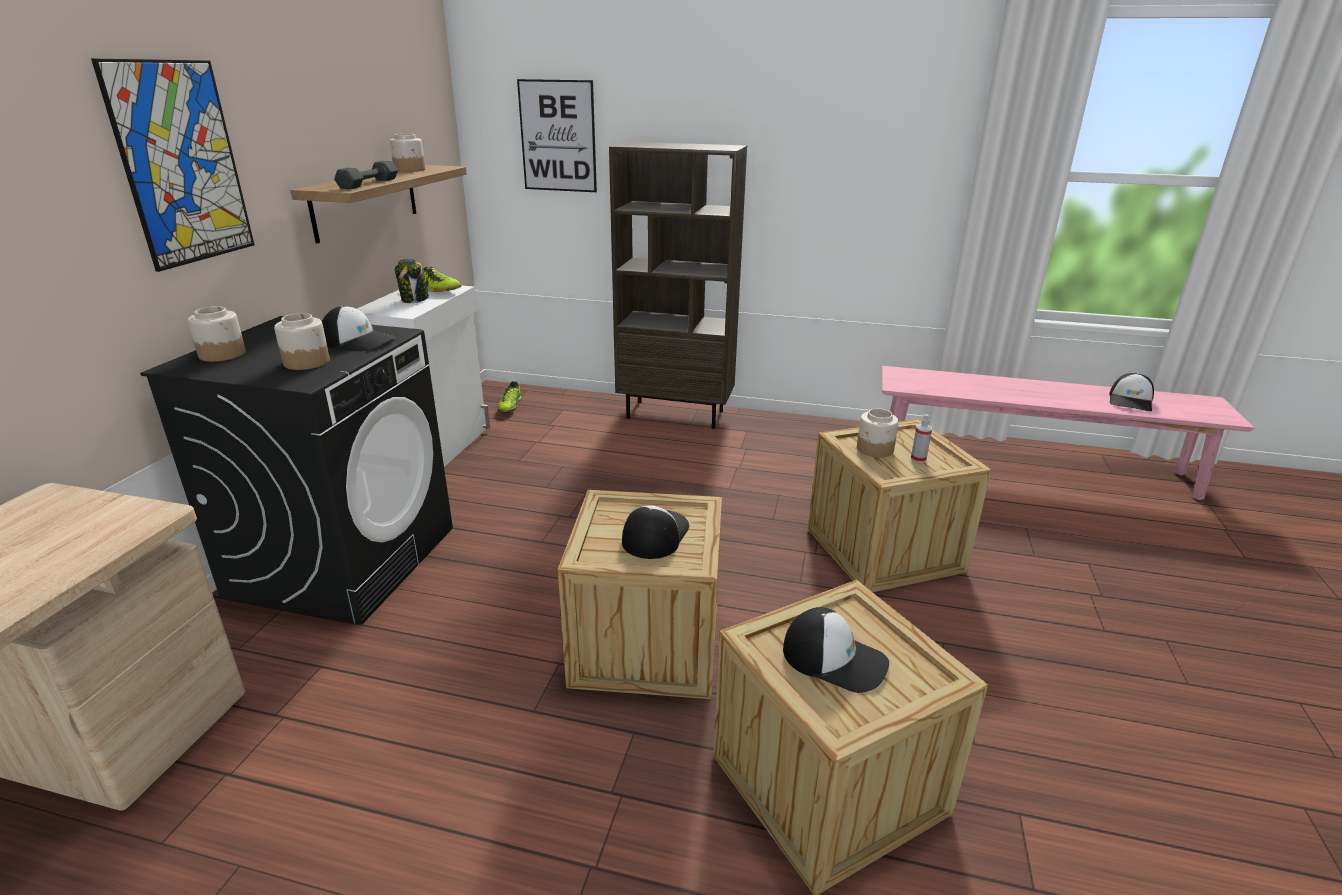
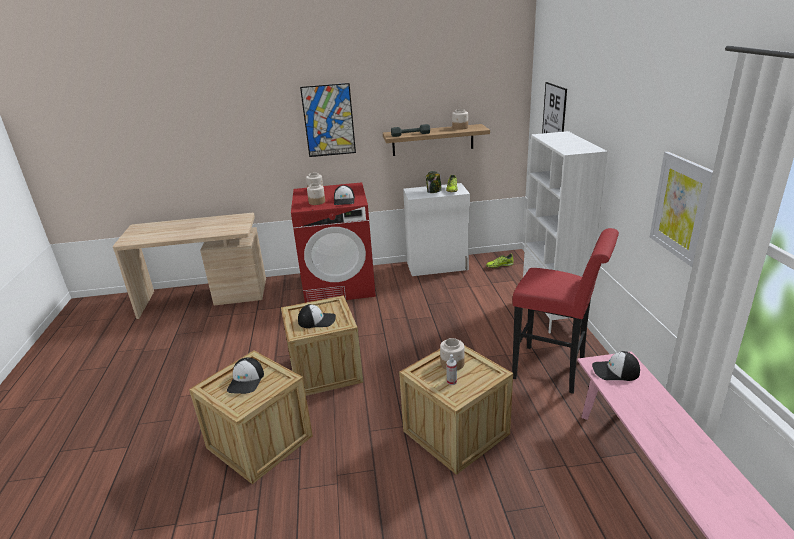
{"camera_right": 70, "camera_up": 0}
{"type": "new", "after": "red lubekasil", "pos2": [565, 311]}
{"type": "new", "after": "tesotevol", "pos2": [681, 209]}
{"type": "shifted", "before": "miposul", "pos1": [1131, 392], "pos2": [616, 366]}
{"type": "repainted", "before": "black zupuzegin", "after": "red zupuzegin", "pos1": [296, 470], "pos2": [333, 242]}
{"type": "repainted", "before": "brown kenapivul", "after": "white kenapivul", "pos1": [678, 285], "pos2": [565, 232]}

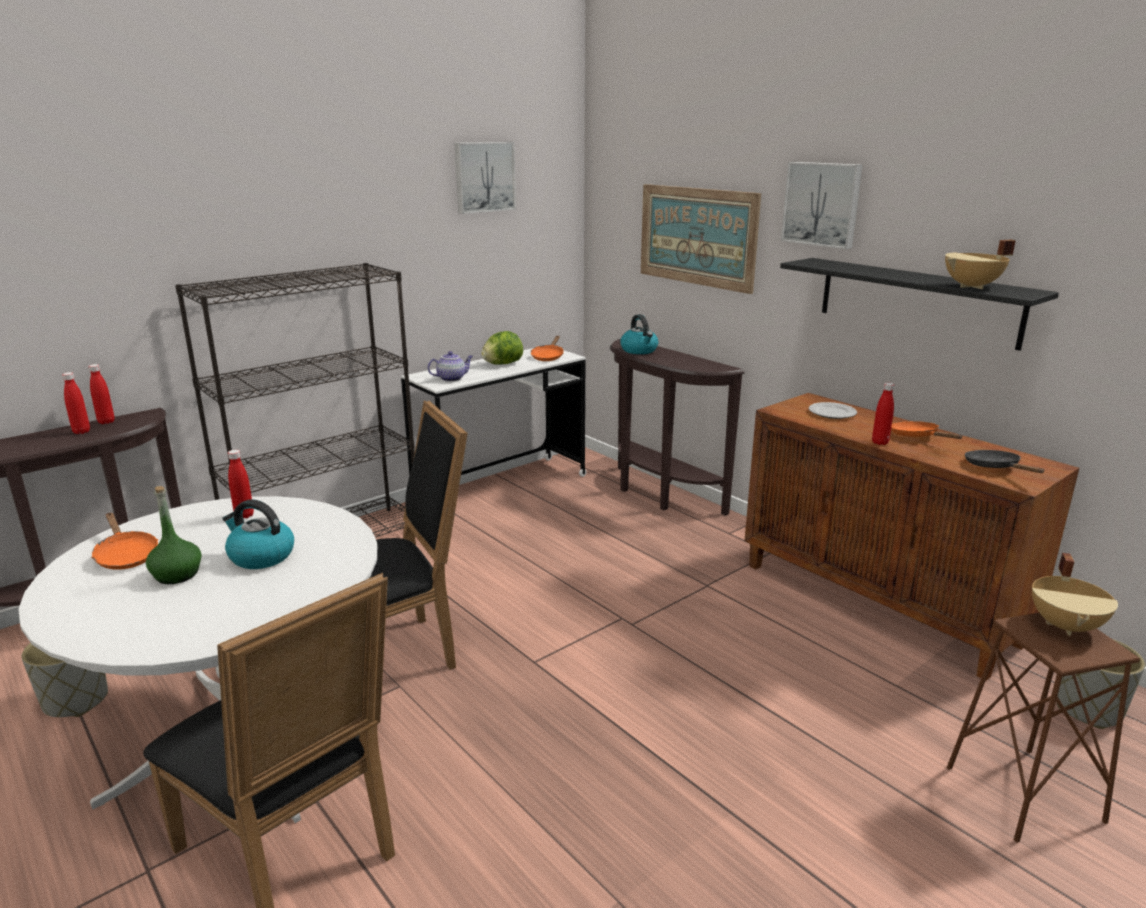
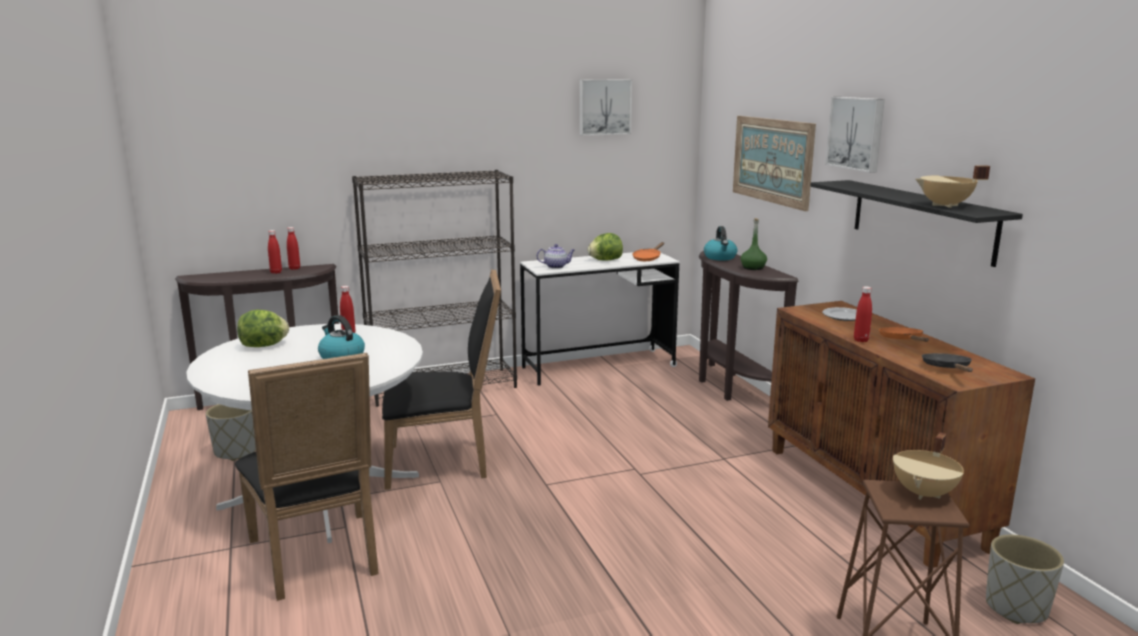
{"camera_right": 20, "camera_up": -5}
{"type": "shifted", "before": "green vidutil", "pos1": [174, 535], "pos2": [753, 244]}
{"type": "swapped", "before": "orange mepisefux", "after": "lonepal", "pos1": [124, 541], "pos2": [263, 328]}

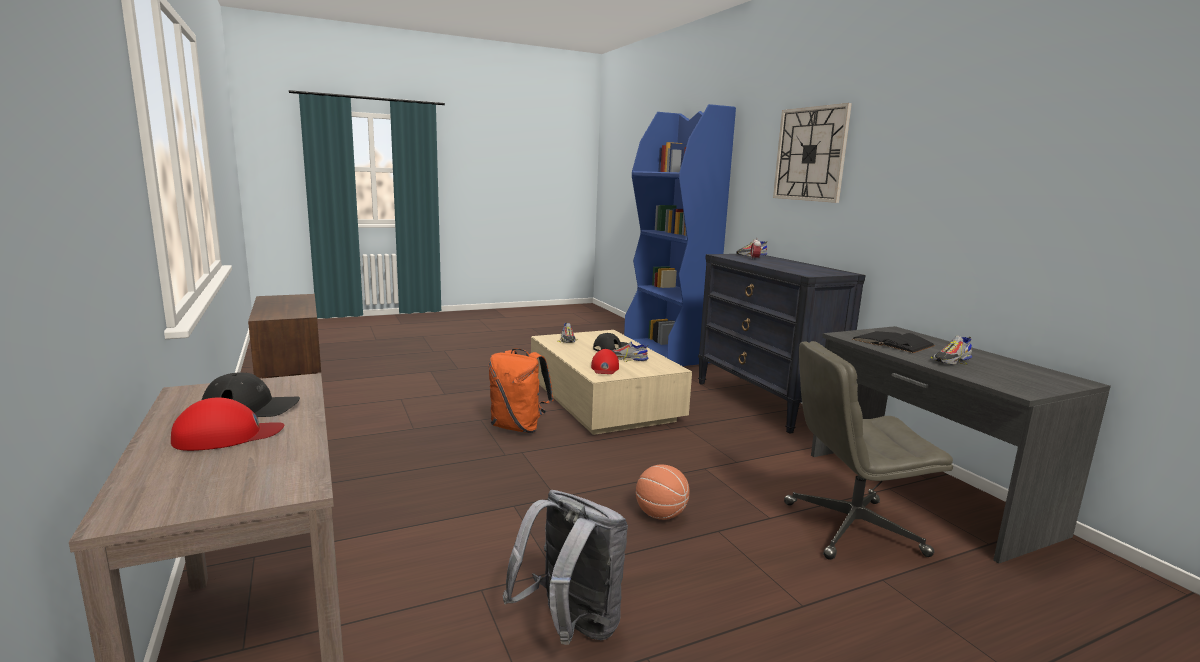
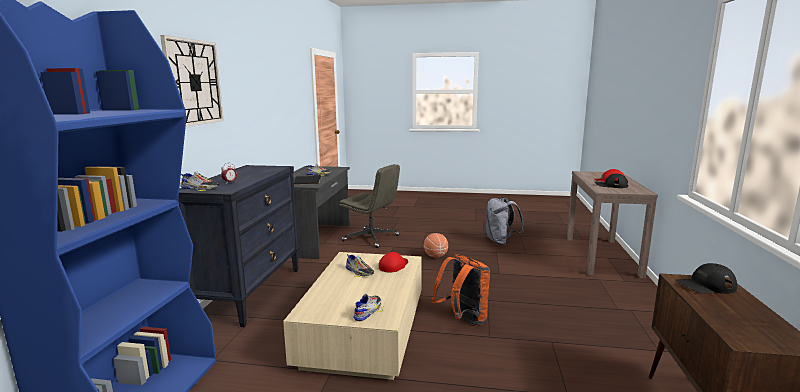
{"camera_right": -145, "camera_up": 0}
{"type": "shifted", "before": "black miposul", "pos1": [610, 342], "pos2": [707, 278]}

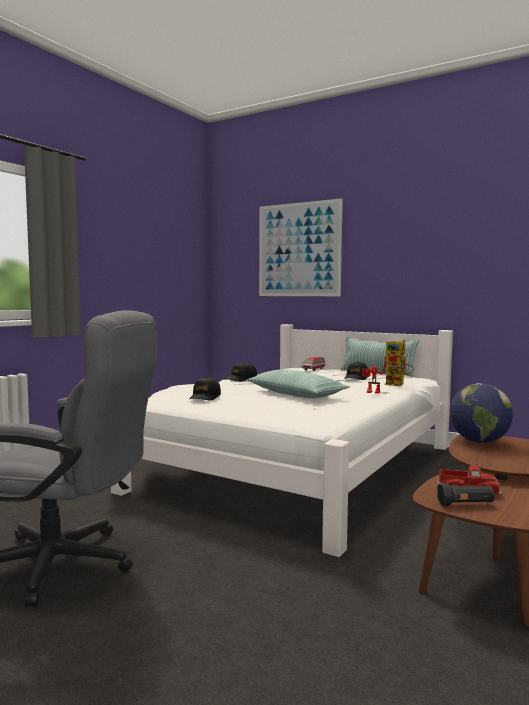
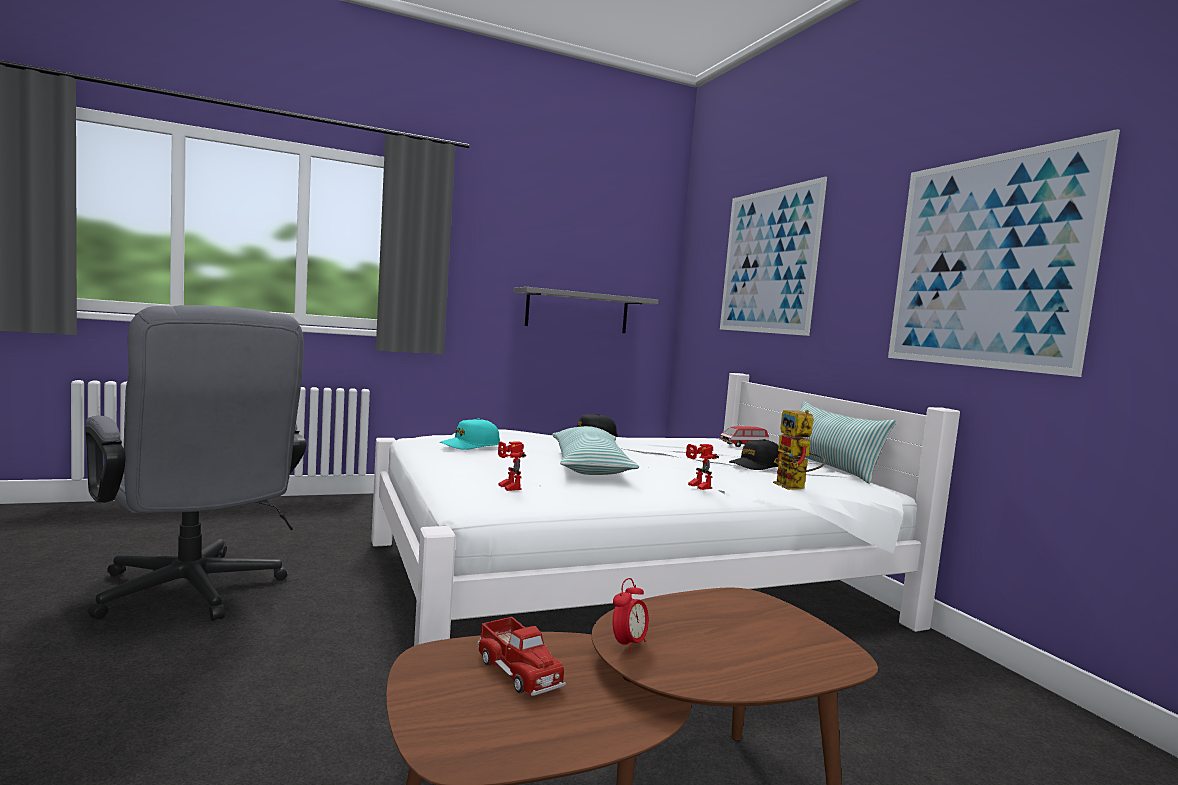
{"camera_right": 35, "camera_up": 0}
{"type": "gone", "before": "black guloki", "pos1": [466, 494]}
{"type": "gone", "before": "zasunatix", "pos1": [481, 413]}
{"type": "new", "after": "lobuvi", "pos2": [512, 466]}
{"type": "new", "after": "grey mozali", "pos2": [586, 310]}
{"type": "new", "after": "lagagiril", "pos2": [630, 615]}
{"type": "new", "after": "tesotevol", "pos2": [1004, 253]}
{"type": "repainted", "before": "black miposul", "after": "turquoise miposul", "pos1": [205, 388], "pos2": [470, 434]}

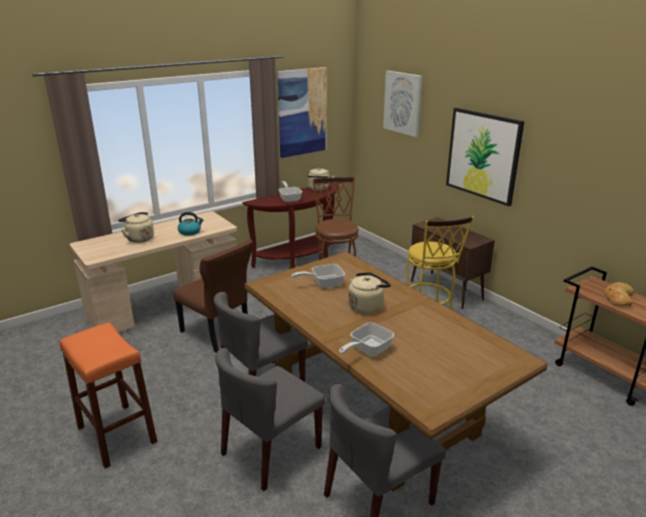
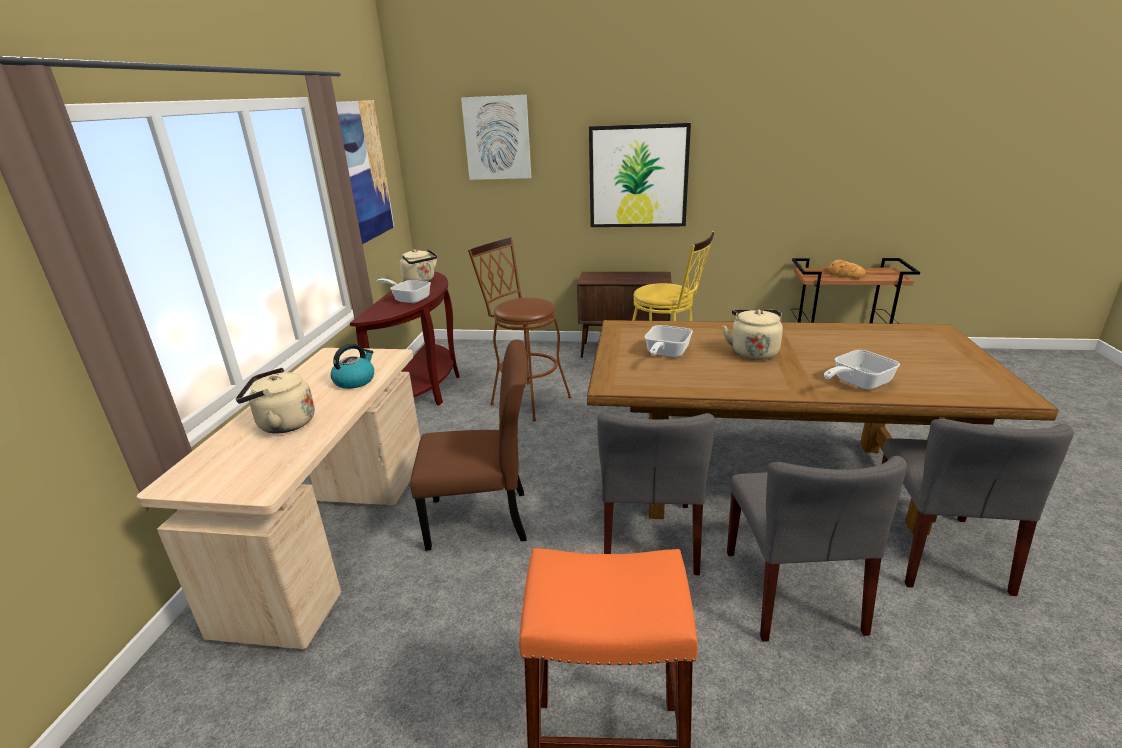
{"camera_right": -45, "camera_up": 0}
{"type": "rotated", "before": "mepisefux", "pos1": [366, 339], "pos2": [862, 370], "turn": 60}

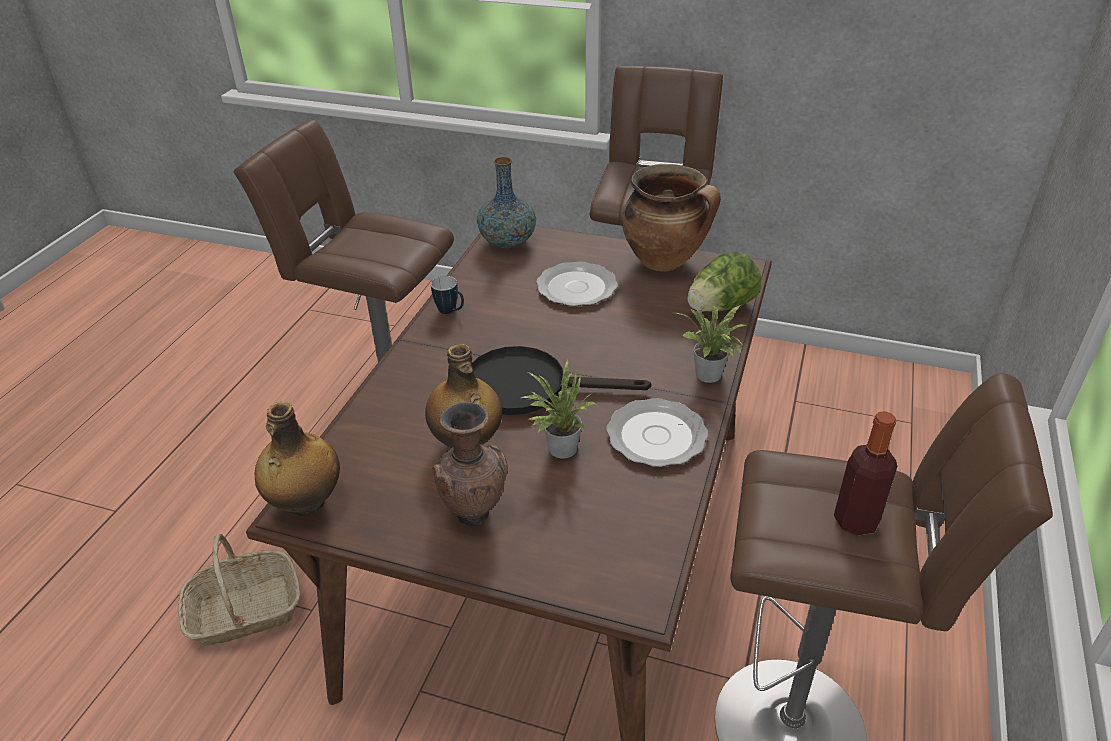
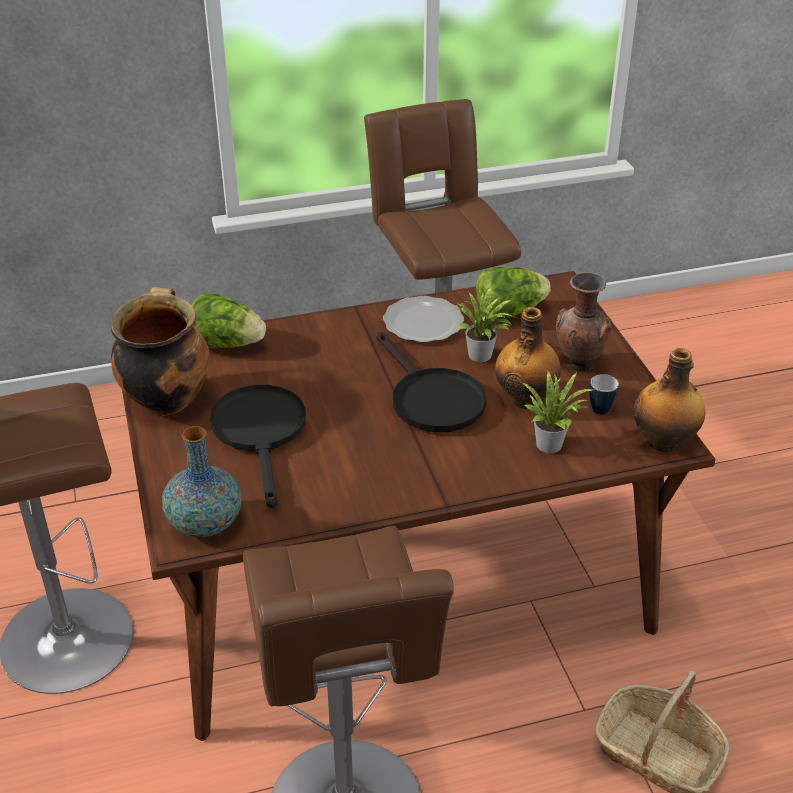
{"camera_right": -125, "camera_up": 0}
{"type": "gone", "before": "vidutil", "pos1": [865, 473]}
{"type": "new", "after": "lonepal", "pos2": [513, 293]}
{"type": "shifted", "before": "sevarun", "pos1": [447, 295], "pos2": [604, 394]}
{"type": "shifted", "before": "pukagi", "pos1": [711, 343], "pos2": [557, 412]}
{"type": "swapped", "before": "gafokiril", "after": "black mepisefux", "pos1": [577, 283], "pos2": [258, 446]}

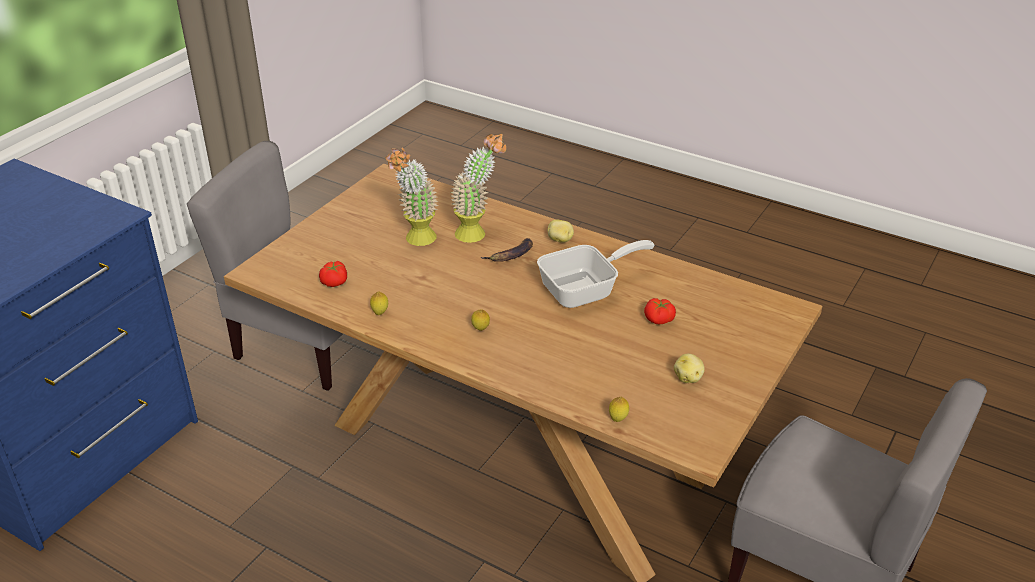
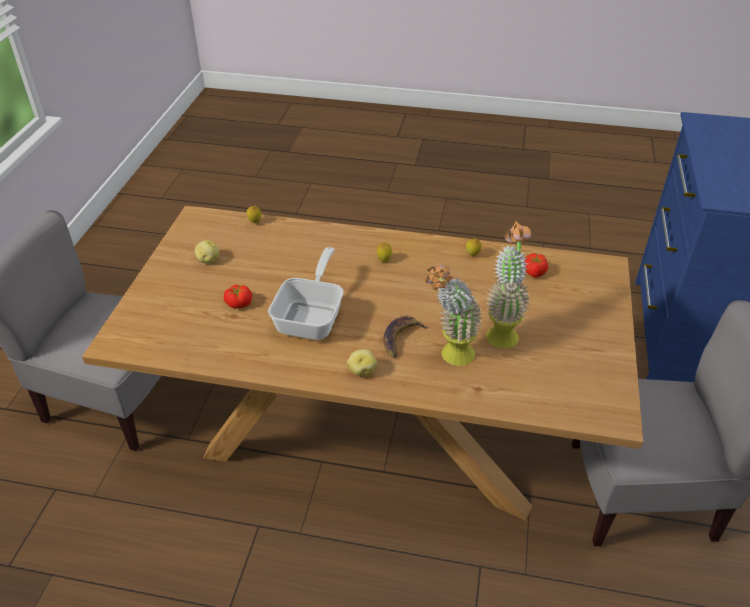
{"camera_right": 160, "camera_up": 5}
{"type": "rotated", "before": "mepisefux", "pos1": [596, 274], "pos2": [306, 293], "turn": 150}

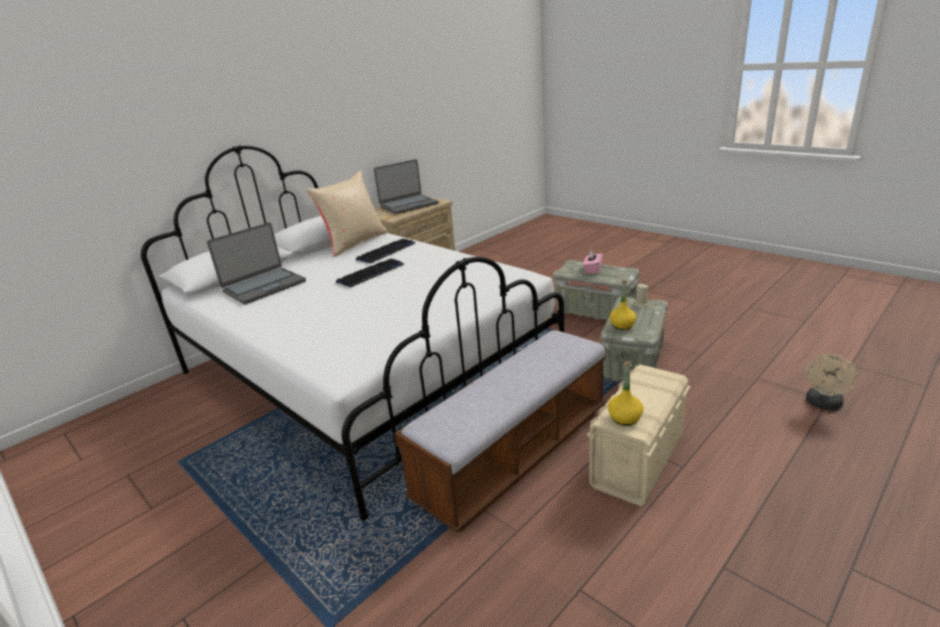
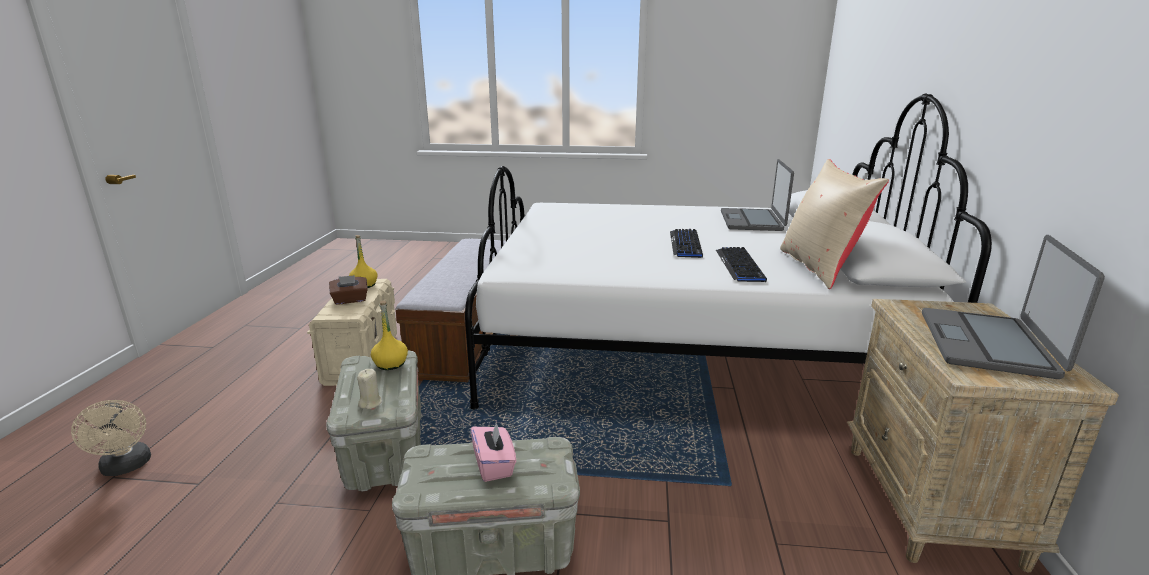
{"camera_right": 140, "camera_up": -5}
{"type": "new", "after": "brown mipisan", "pos2": [348, 290]}
{"type": "rotated", "before": "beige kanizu", "pos1": [831, 382], "pos2": [111, 438], "turn": 150}

